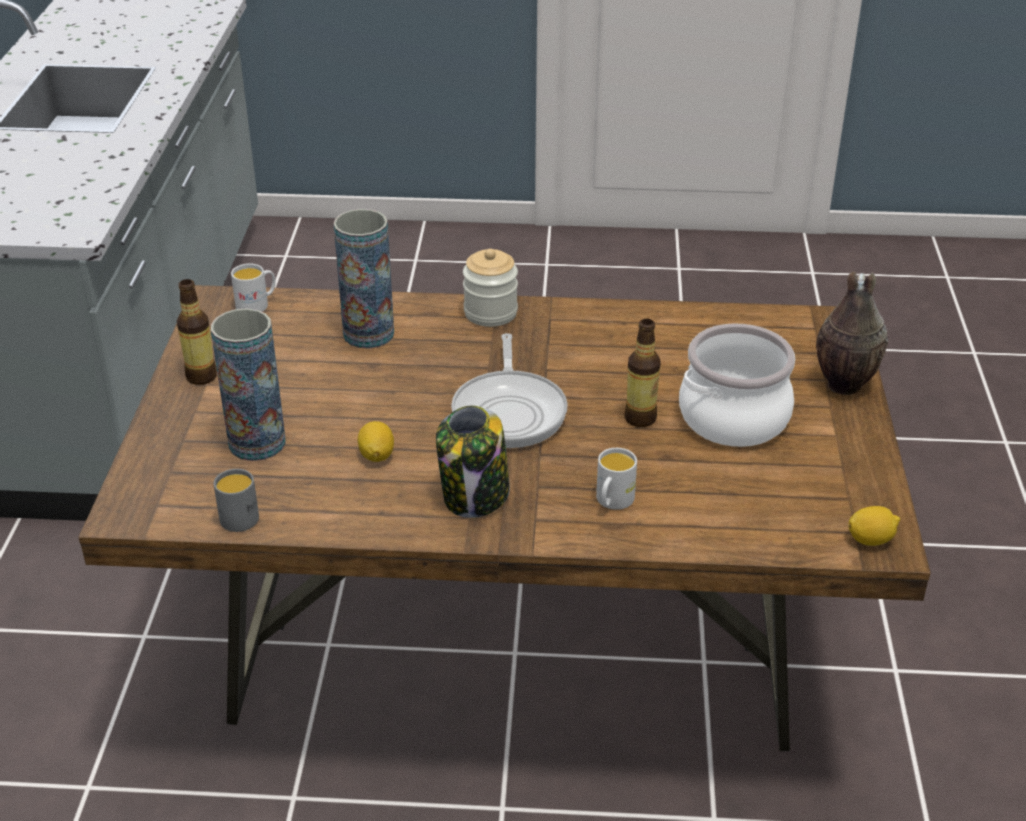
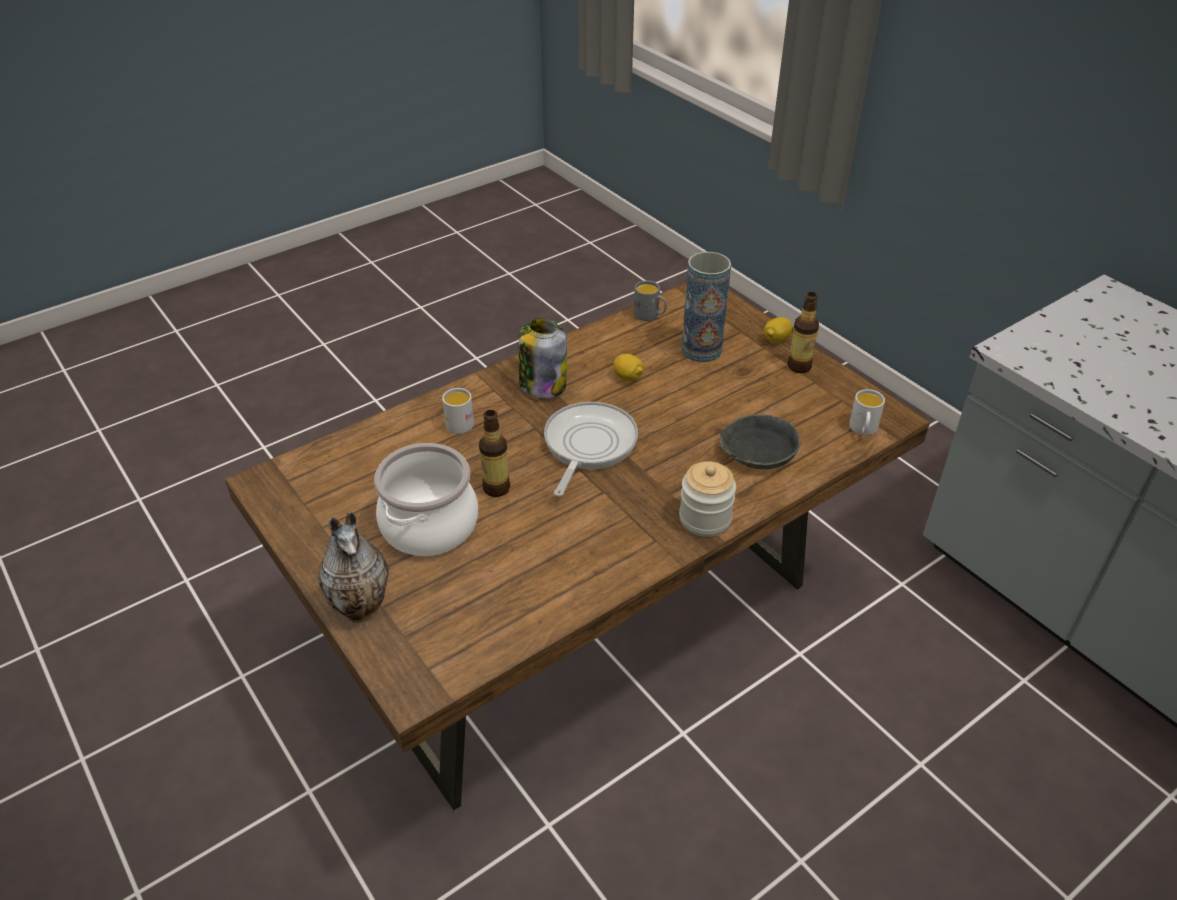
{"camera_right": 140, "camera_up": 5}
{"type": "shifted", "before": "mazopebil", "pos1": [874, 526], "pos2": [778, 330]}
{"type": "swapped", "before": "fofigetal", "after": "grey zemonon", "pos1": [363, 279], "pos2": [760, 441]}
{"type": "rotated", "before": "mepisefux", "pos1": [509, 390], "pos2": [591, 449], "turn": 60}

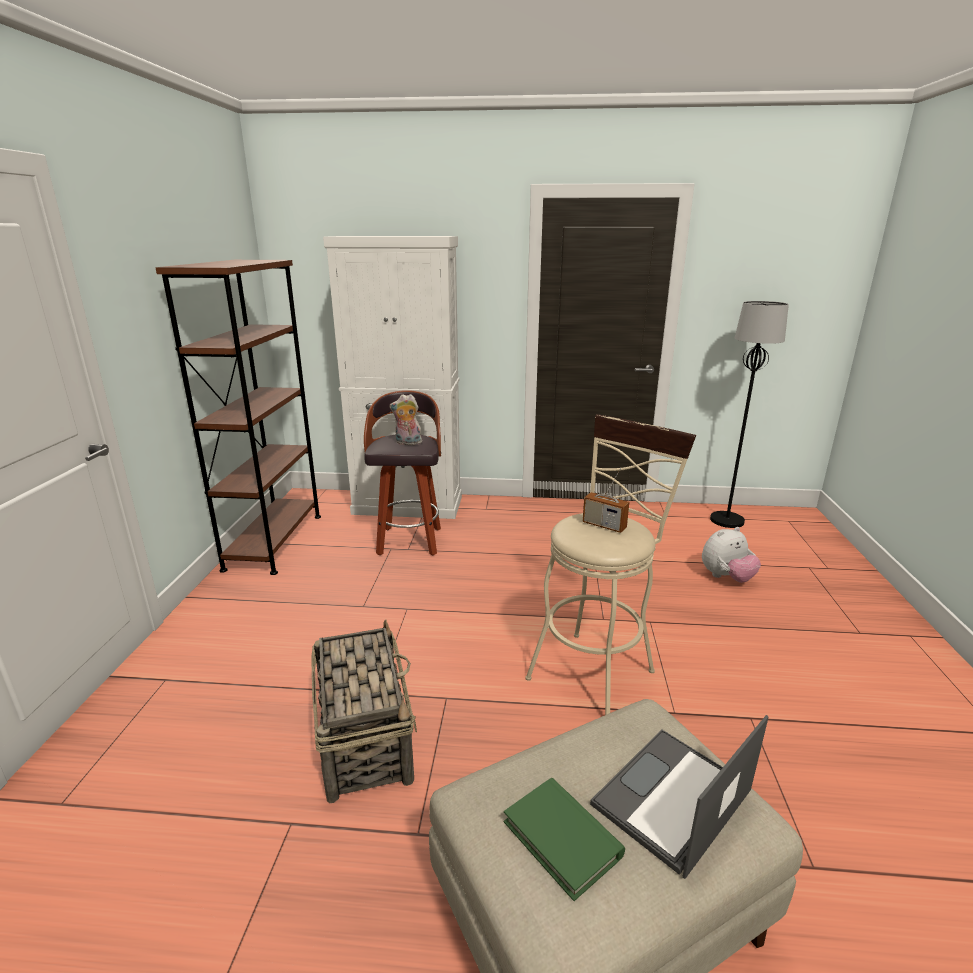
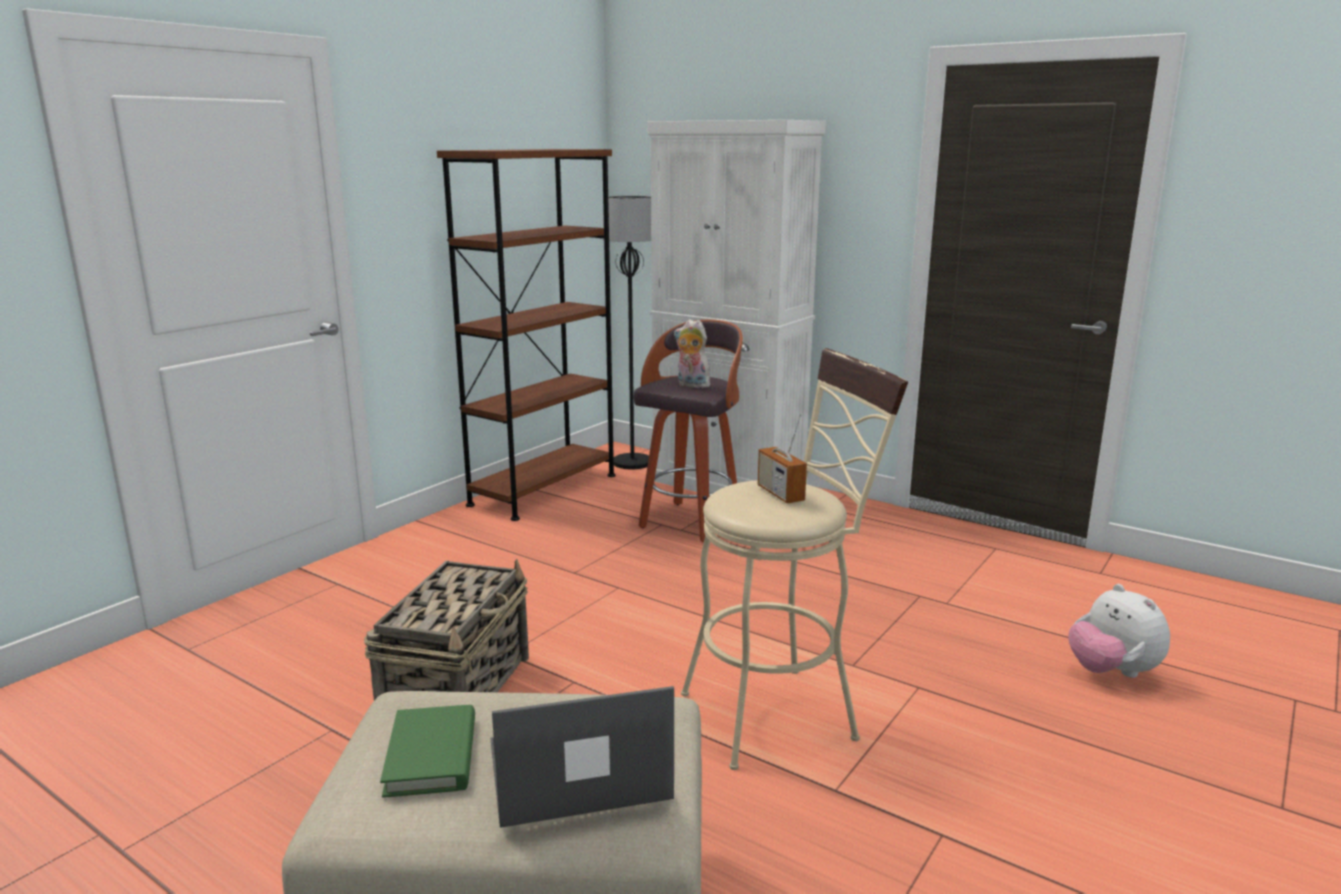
{"camera_right": 30, "camera_up": -5}
{"type": "shifted", "before": "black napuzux", "pos1": [749, 414], "pos2": [626, 332]}
{"type": "rotated", "before": "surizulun", "pos1": [731, 555], "pos2": [1119, 631], "turn": 60}

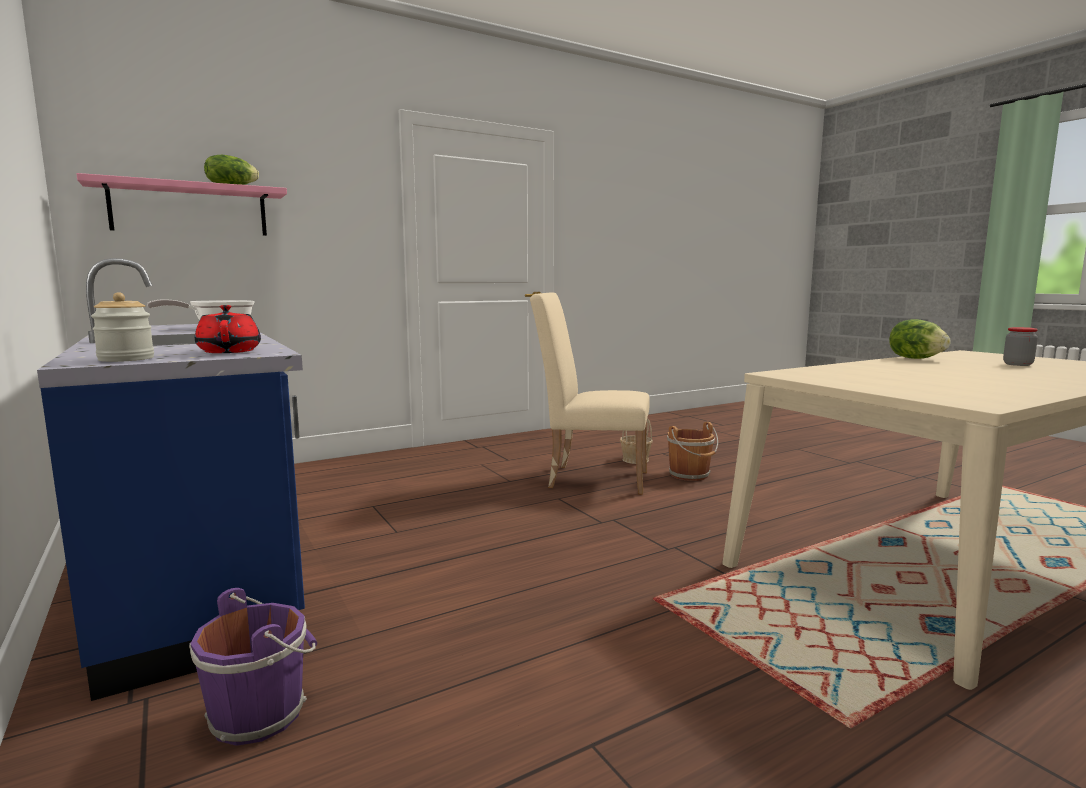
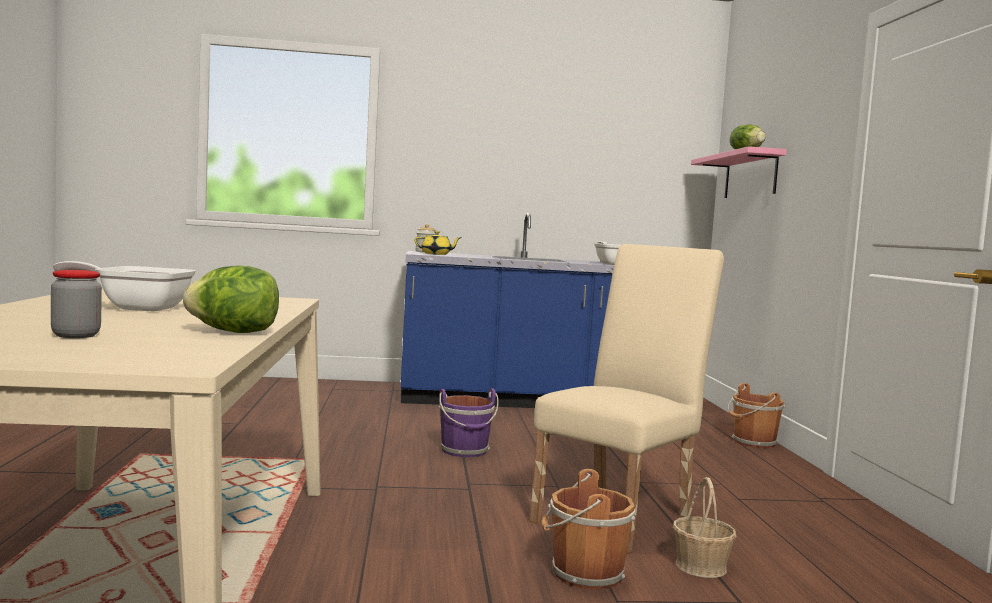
{"camera_right": 115, "camera_up": -5}
{"type": "new", "after": "mepisefux", "pos2": [124, 286]}
{"type": "new", "after": "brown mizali", "pos2": [756, 415]}
{"type": "shifted", "before": "purple mizali", "pos1": [253, 667], "pos2": [468, 422]}
{"type": "repainted", "before": "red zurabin", "after": "yellow zurabin", "pos1": [228, 329], "pos2": [437, 243]}

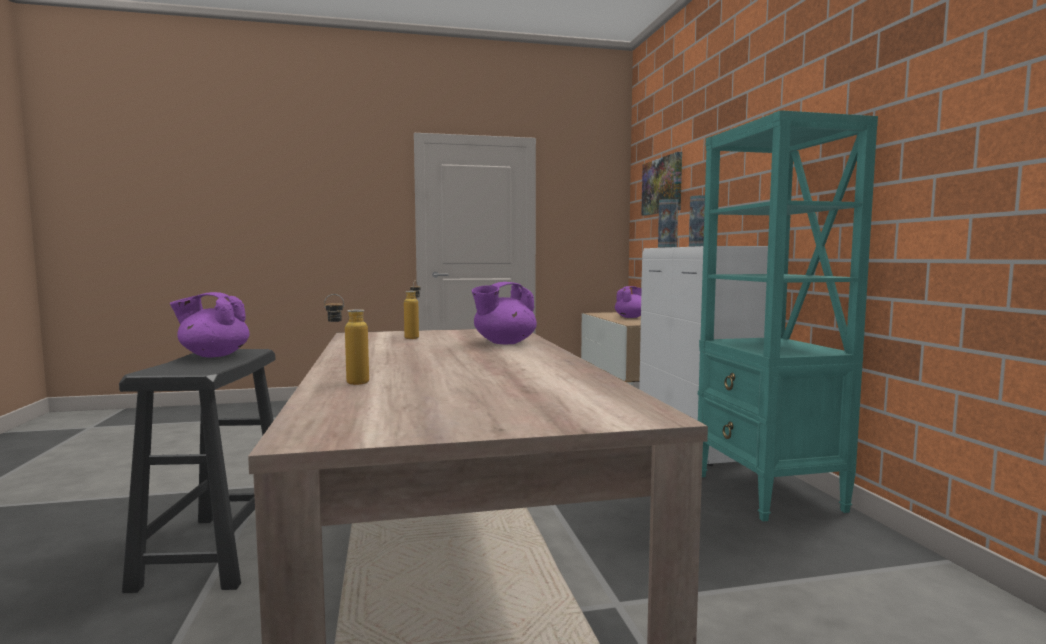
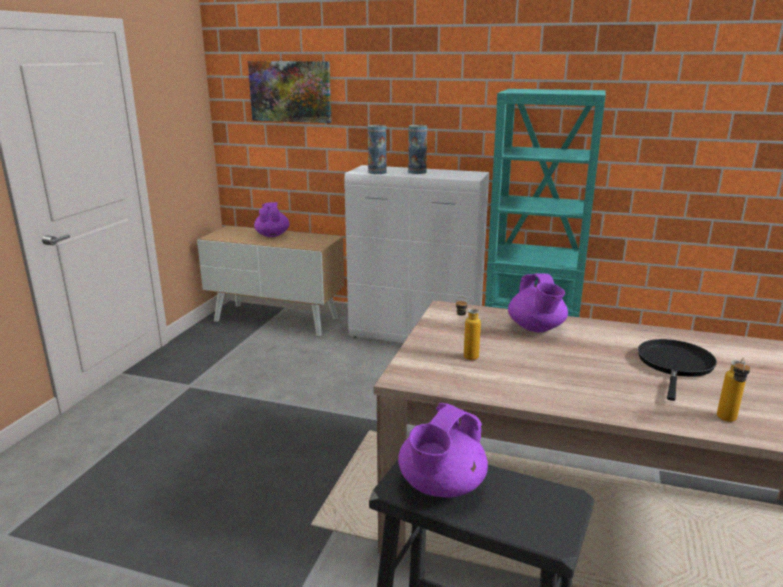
{"camera_right": -60, "camera_up": 15}
{"type": "new", "after": "black mepisefux", "pos2": [677, 370]}

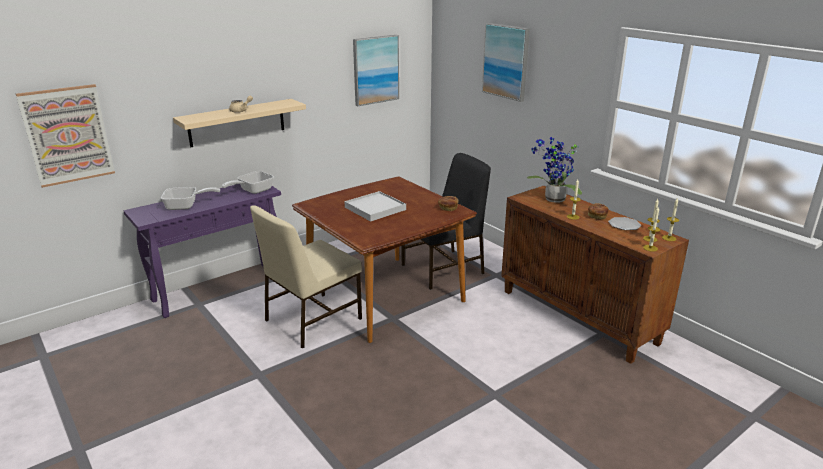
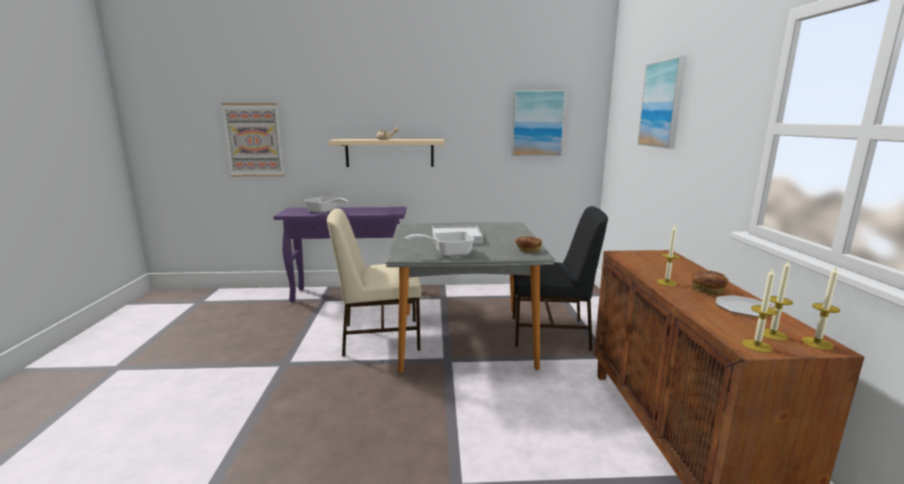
{"camera_right": 35, "camera_up": -10}
{"type": "gone", "before": "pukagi", "pos1": [554, 170]}
{"type": "shifted", "before": "mepisefux", "pos1": [248, 182], "pos2": [439, 244]}
{"type": "repainted", "before": "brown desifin", "after": "grey desifin", "pos1": [384, 260], "pos2": [470, 298]}

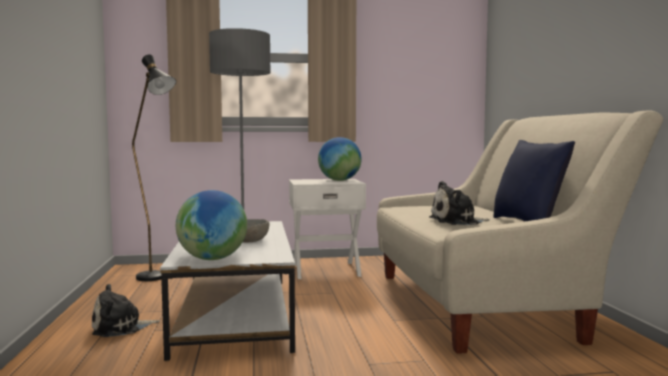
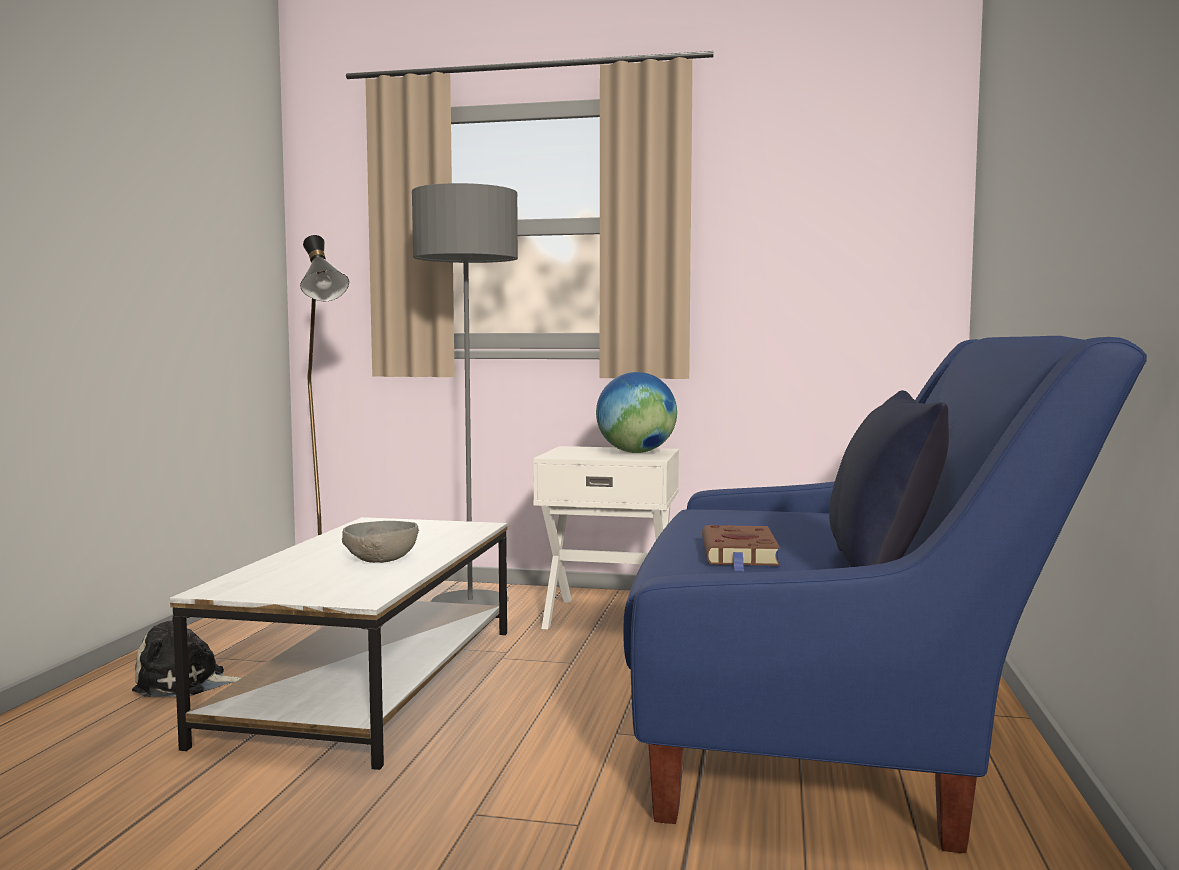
{"camera_right": 20, "camera_up": 0}
{"type": "gone", "before": "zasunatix", "pos1": [211, 225]}
{"type": "swapped", "before": "surizulun", "after": "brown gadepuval", "pos1": [459, 203], "pos2": [741, 548]}
{"type": "repainted", "before": "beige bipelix", "after": "blue bipelix", "pos1": [520, 232], "pos2": [885, 594]}

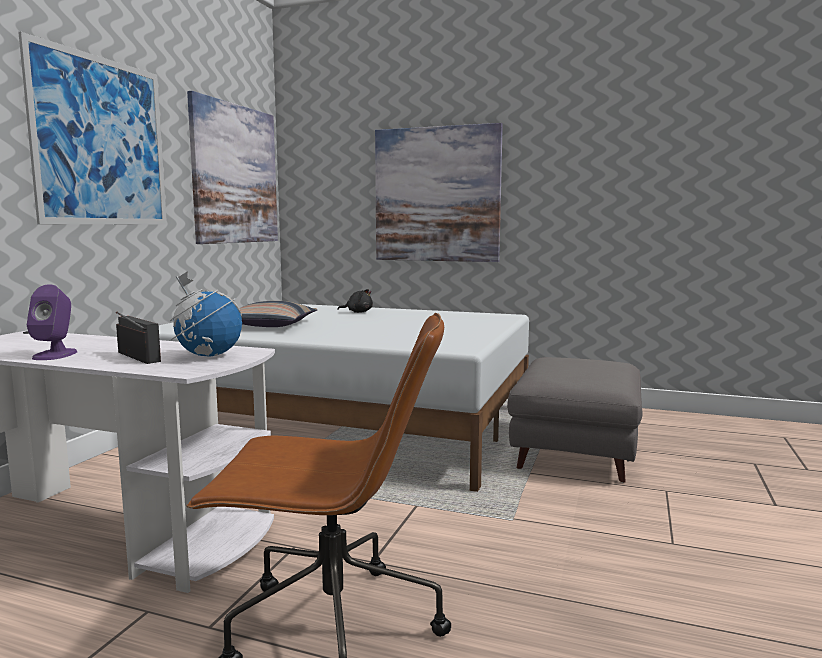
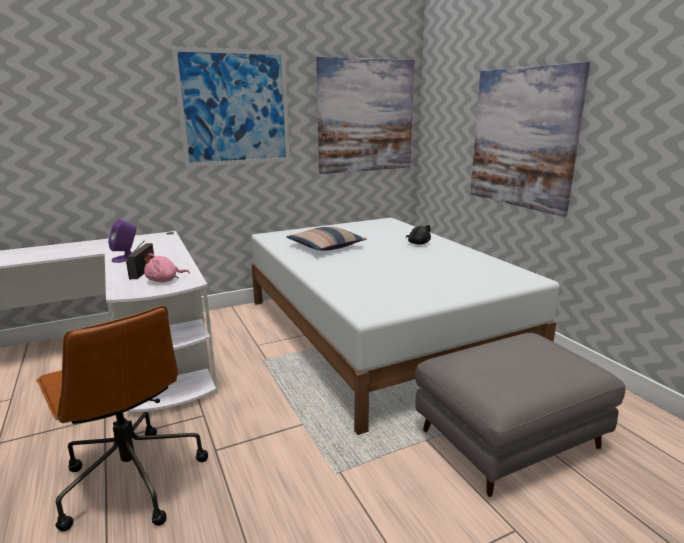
{"camera_right": 45, "camera_up": 10}
{"type": "swapped", "before": "zasunatix", "after": "pink surizulun", "pos1": [206, 314], "pos2": [167, 267]}

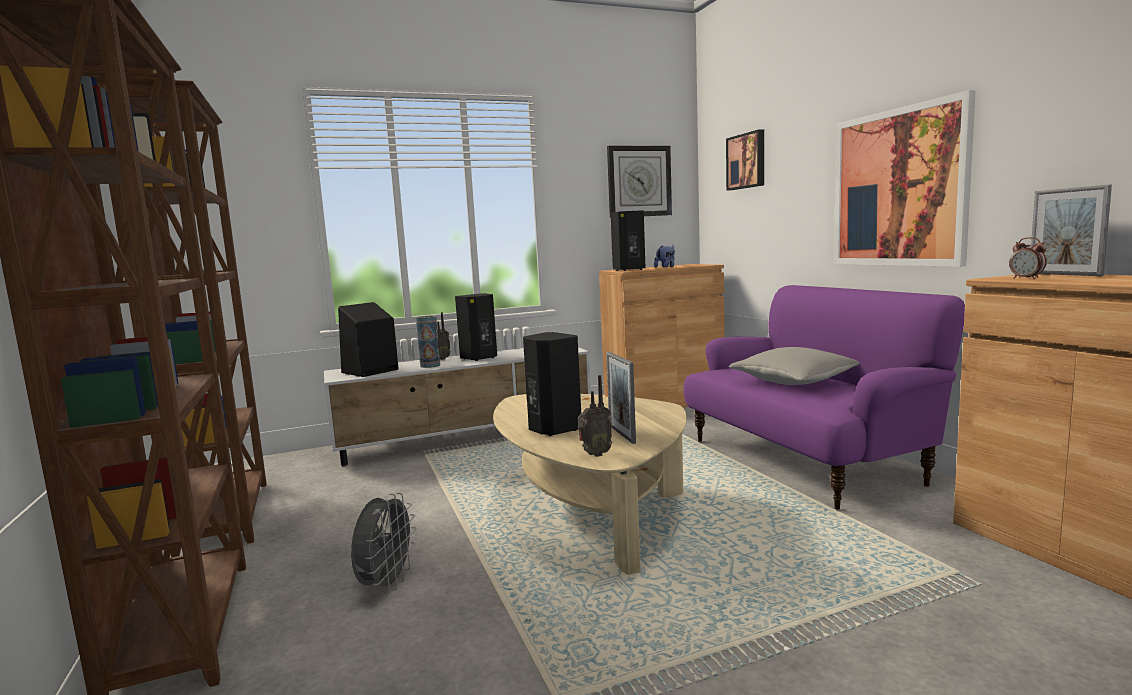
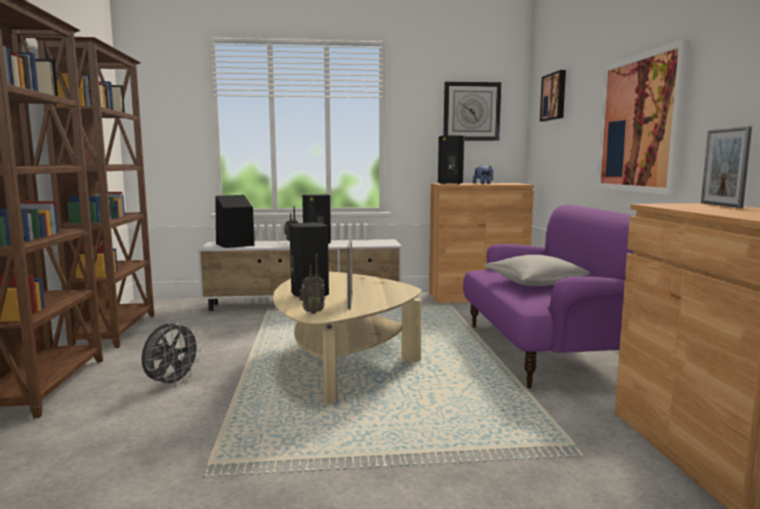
{"camera_right": 15, "camera_up": 0}
{"type": "gone", "before": "fofigetal", "pos1": [428, 342]}
{"type": "gone", "before": "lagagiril", "pos1": [1028, 258]}

